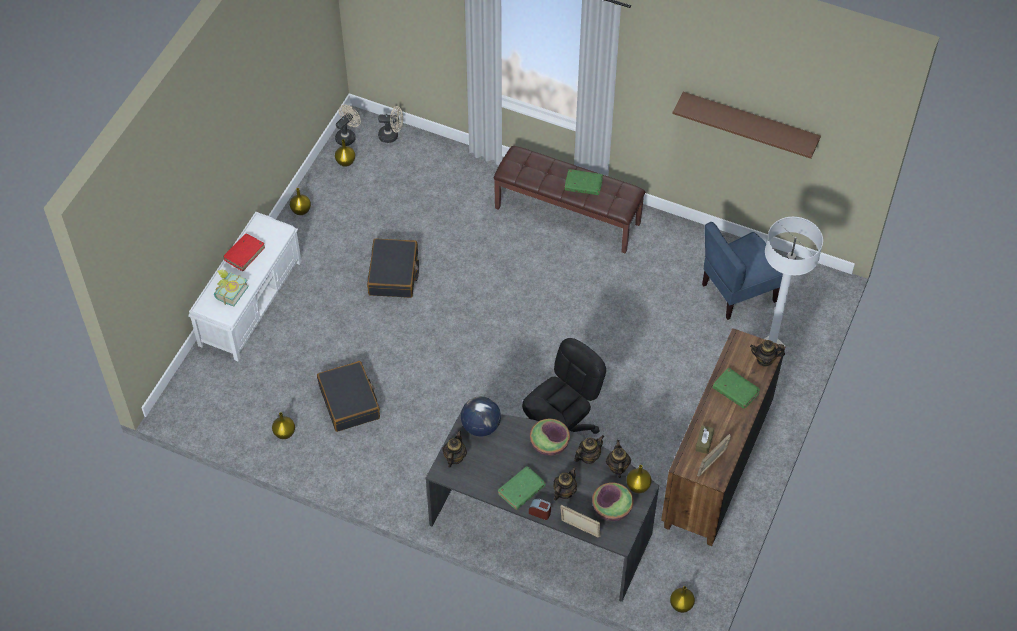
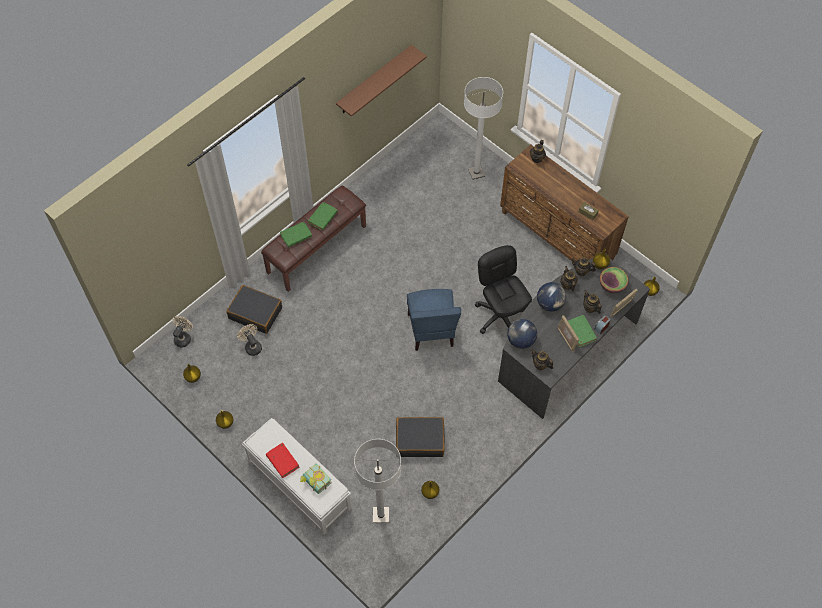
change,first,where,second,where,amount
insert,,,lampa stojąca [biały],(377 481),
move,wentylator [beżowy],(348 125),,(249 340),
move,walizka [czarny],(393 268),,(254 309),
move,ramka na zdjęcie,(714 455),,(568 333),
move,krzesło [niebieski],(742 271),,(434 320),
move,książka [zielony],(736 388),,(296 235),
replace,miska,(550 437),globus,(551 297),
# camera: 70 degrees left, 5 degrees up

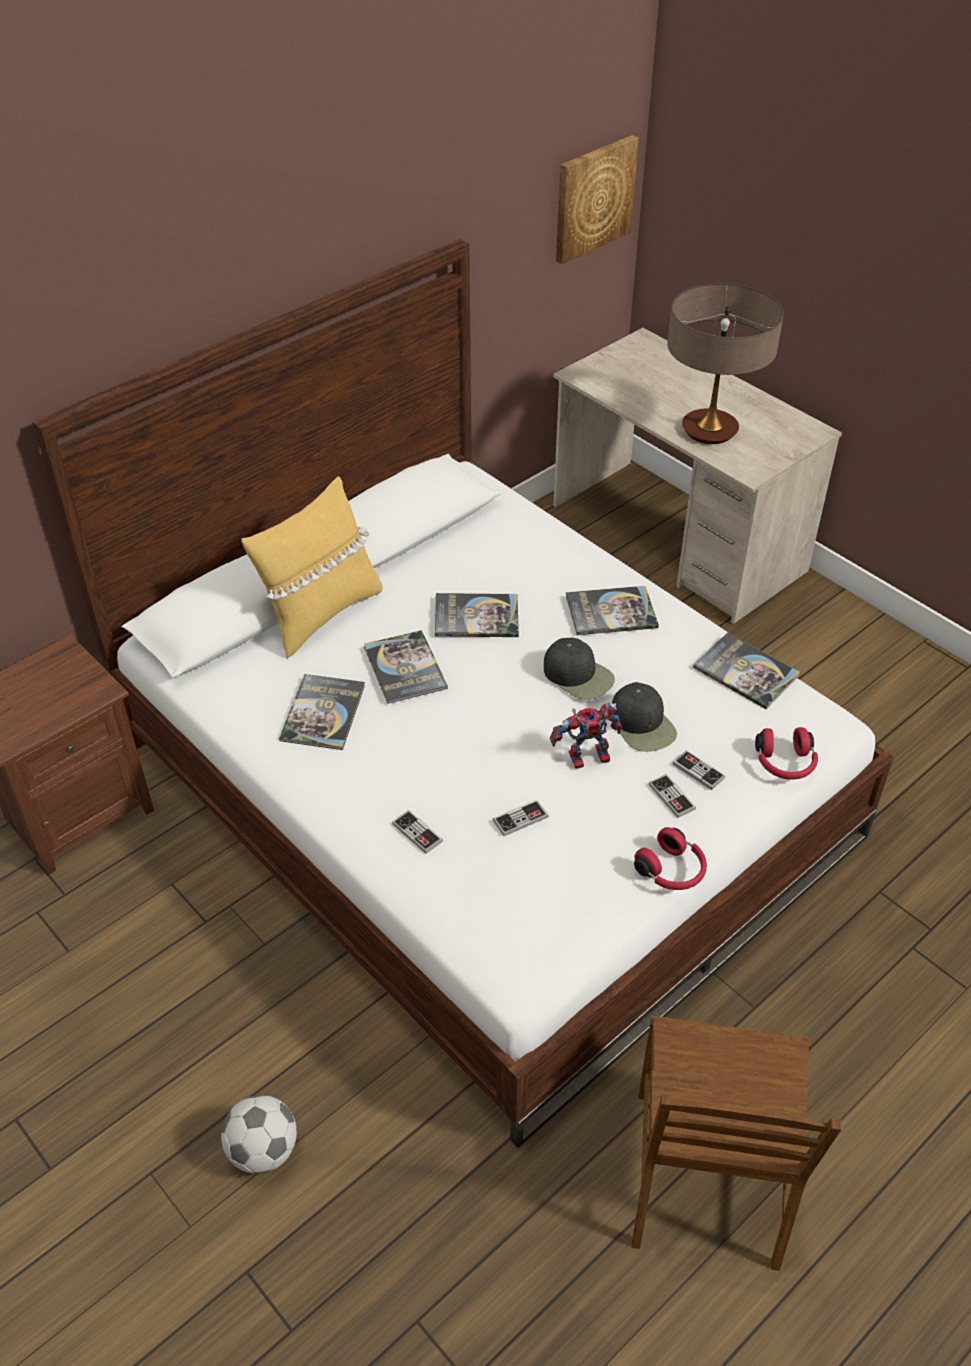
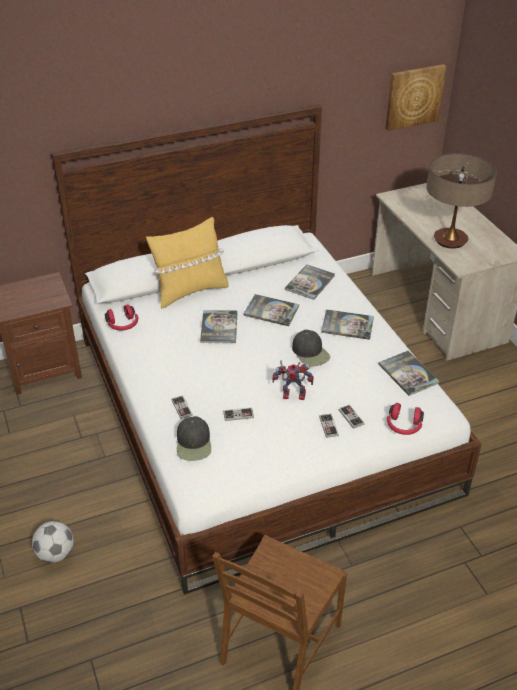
change,first,where,second,where,amount
move,książka,(322 712),,(310 282),
move,czapka z daszkiem [czarny],(644 717),,(194 438),
move,słuchawki [czerwony],(670 858),,(121 317),
# camera: 20 degrees right, 5 degrees down

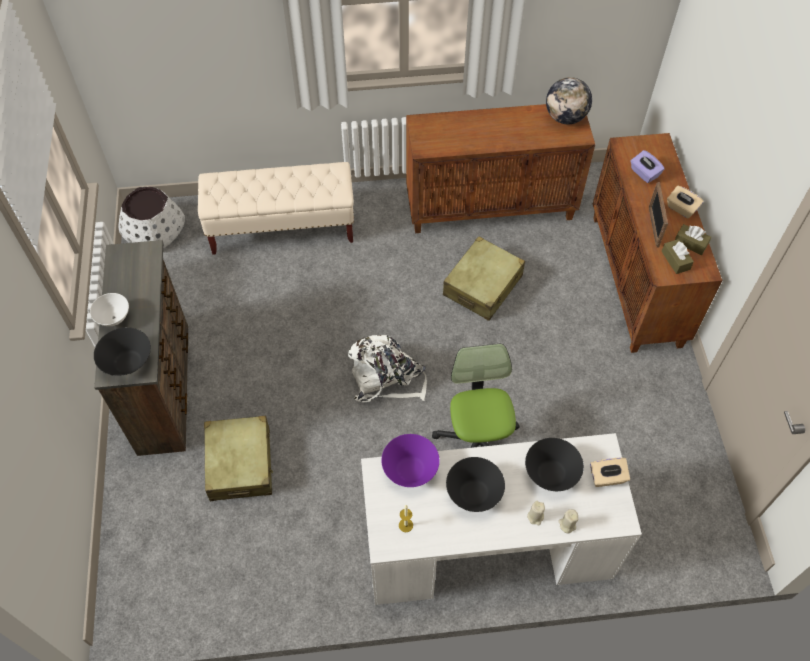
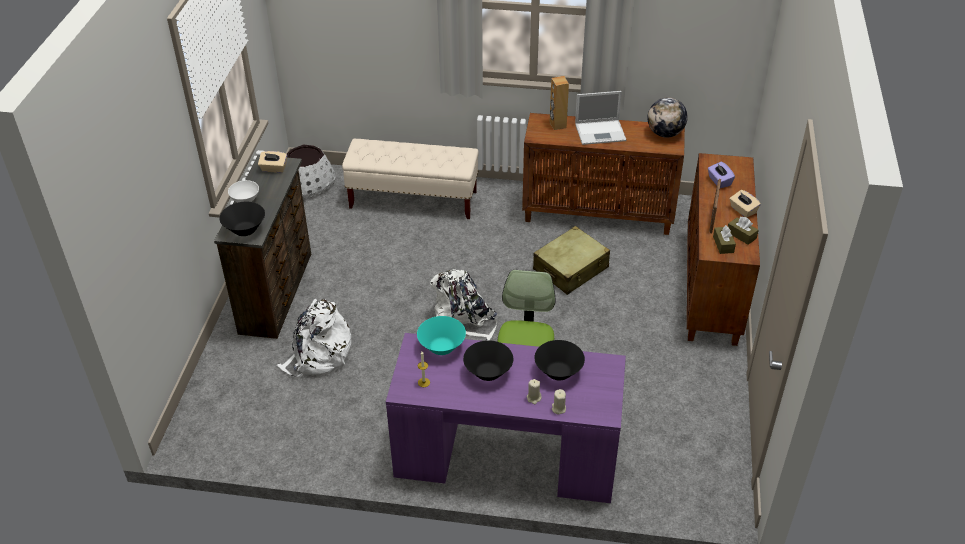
change,first,where,second,where,amount
insert,,,głośnik [brązowy],(559 103),
insert,,,laptop,(601 118),
move,pudełko chusteczek [beżowy],(610 472),,(272 162),
replace,walizka [beżowy],(238 458),plecak [biały],(314 338),
recolor,biurko [biały],(501 519),biurko [fioletowy],(506 418),
recolor,miska [fioletowy],(410 460),miska [turkusowy],(441 335),
# camera: 15 degrees right, 15 degrees down

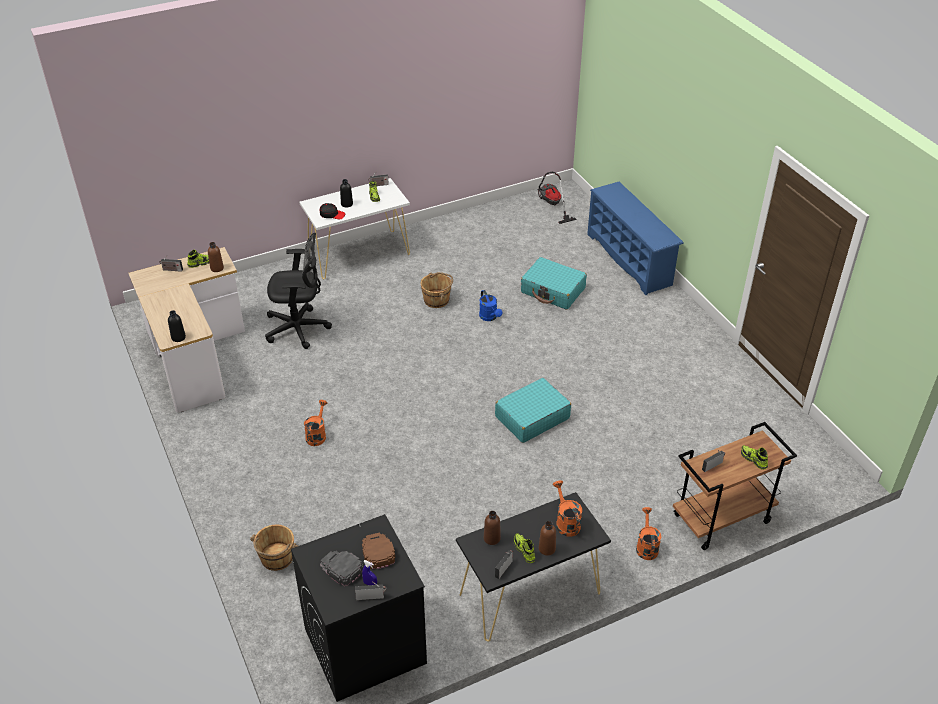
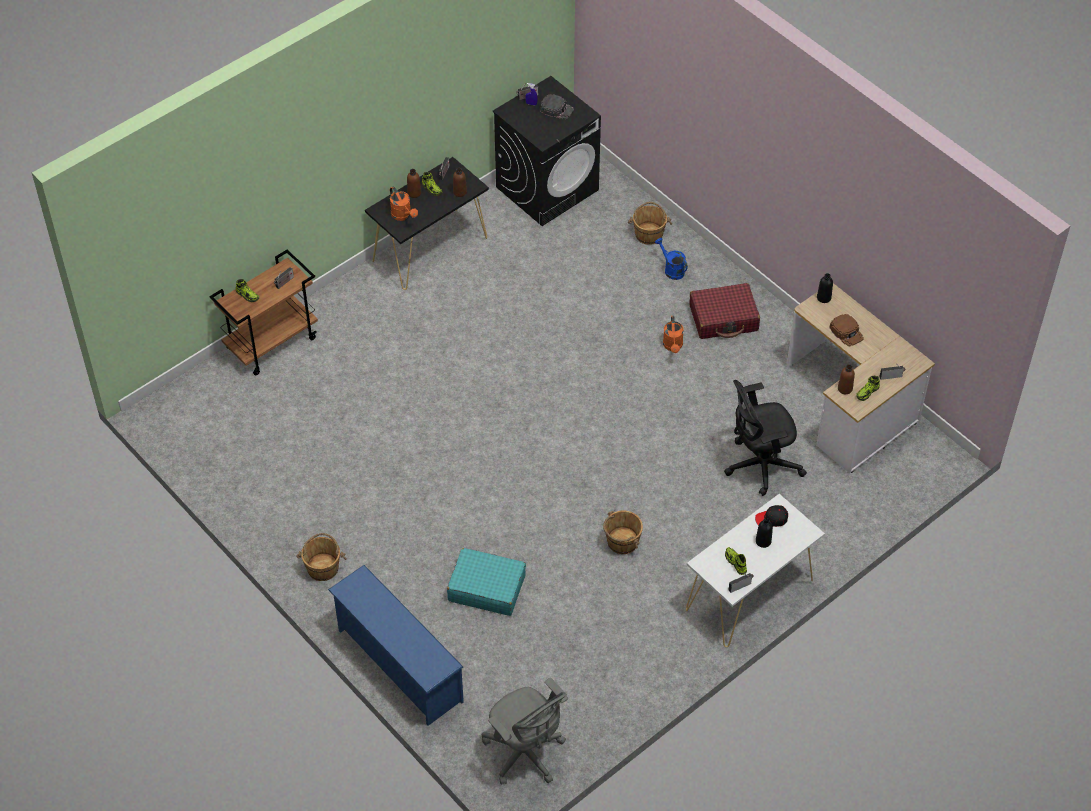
change,first,where,second,where,amount
delete,walizka [turkusowy],(533 410),,,
delete,konewka [pomarańczowy],(648 533),,,
insert,,,wiadro [brązowy],(321 557),
insert,,,walizka [czerwony],(724 311),
move,czapka z daszkiem [brązowy],(378 551),,(846 330),
move,konewka [niebieski],(490 305),,(671 259),
replace,odkurzacz,(557 198),krzesło biurowe [szary],(525 731),
# camera: 165 degrees right, 10 degrees up

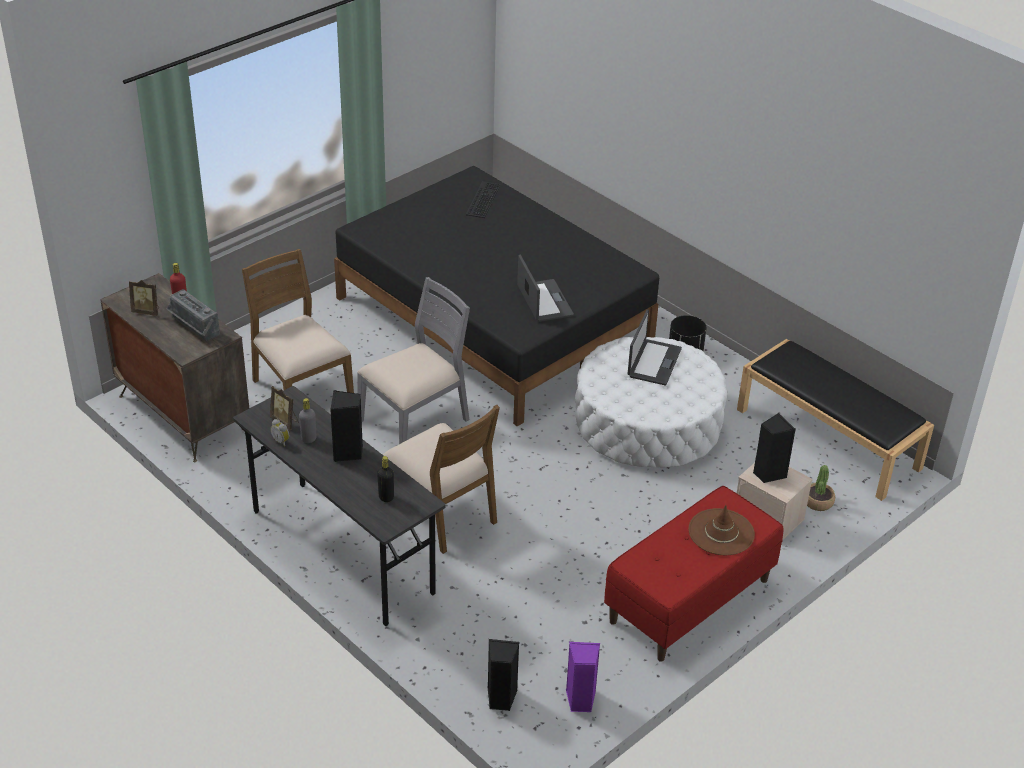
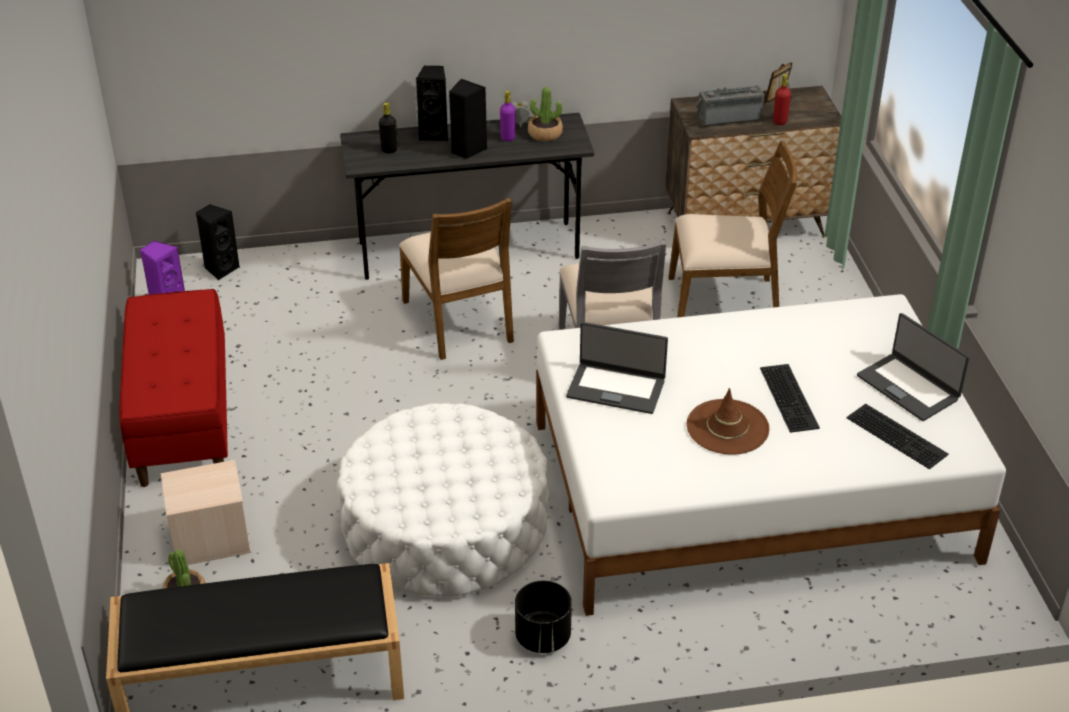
change,first,where,second,where,amount
insert,,,klawiatura,(790 398),
move,laptop,(655 347),,(913 367),
move,kapelusz [brązowy],(721 530),,(728 421),
move,głośnik [czarny],(774 448),,(431 103),
replace,ramka na zdjęcie,(284 408),roślina doniczkowa,(545 114),
recolor,butelka [szary],(308 420),butelka [fioletowy],(507 116),
recolor,łóżko [czarny],(496 296),łóżko [biały],(771 455),
rotate,krzesło [brązowy],(441 479),,(456 279),105 degrees counterclockwise
# camera: 125 degrees right, 0 degrees up

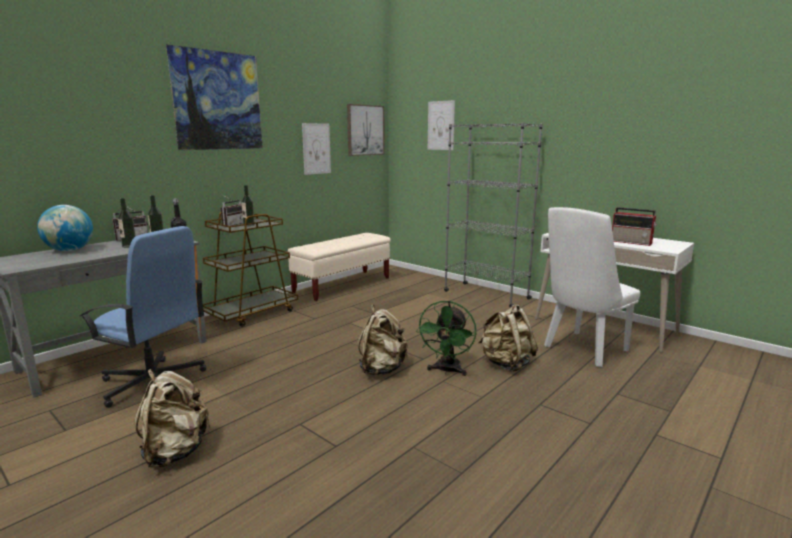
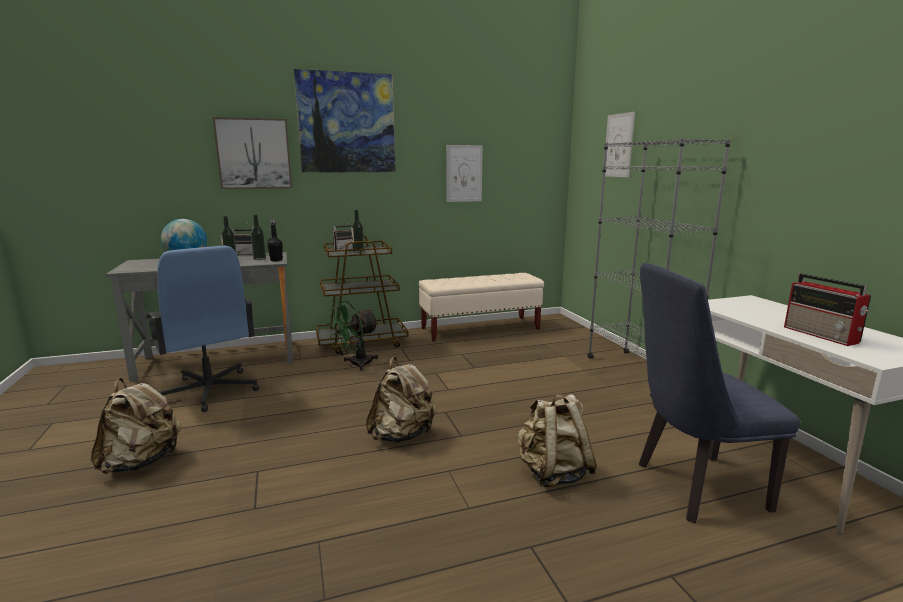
change,first,where,second,where,amount
move,obraz,(366 130),,(252 153),
move,wentylator [zielony],(446 338),,(352 336),
recolor,krzesło [biały],(592 287),krzesło [niebieski],(719 393),
# camera: 30 degrees right, 0 degrees up

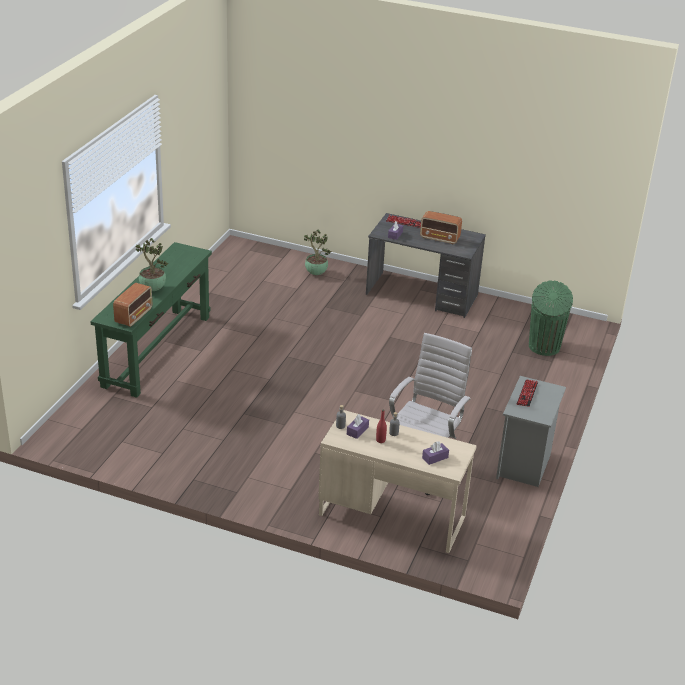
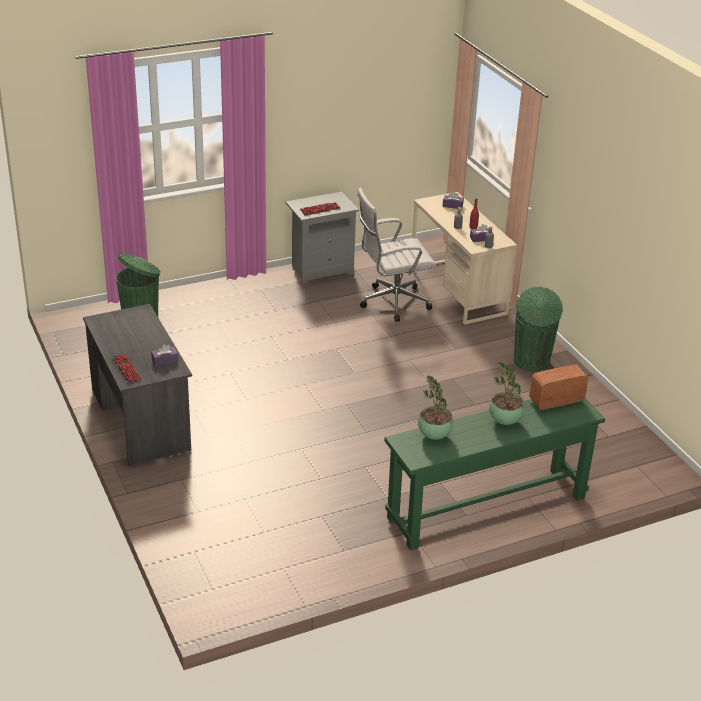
change,first,where,second,where,amount
delete,radio,(441 227),,,
insert,,,kosz na śmieci [zielony],(538 329),
move,roślina doniczkowa,(317 252),,(435 408),
# camera: 135 degrees left, 0 degrees up

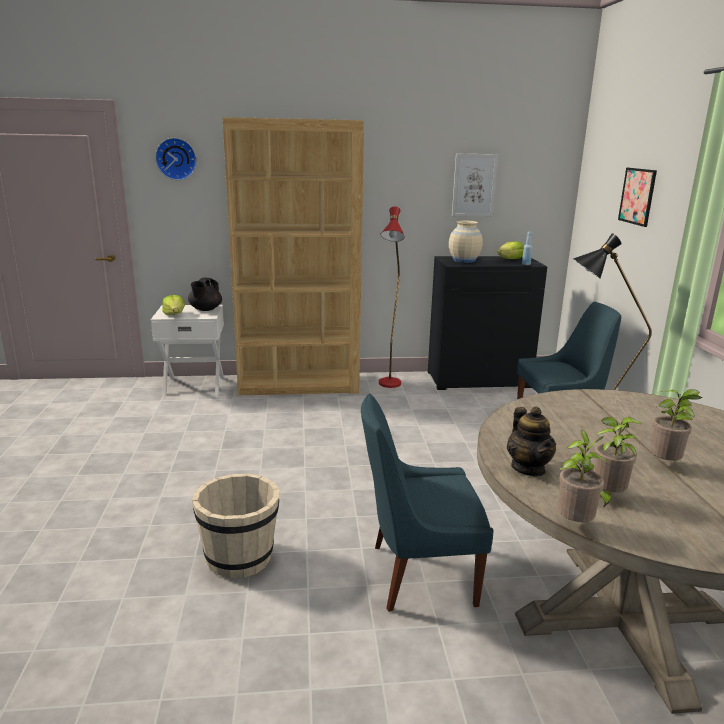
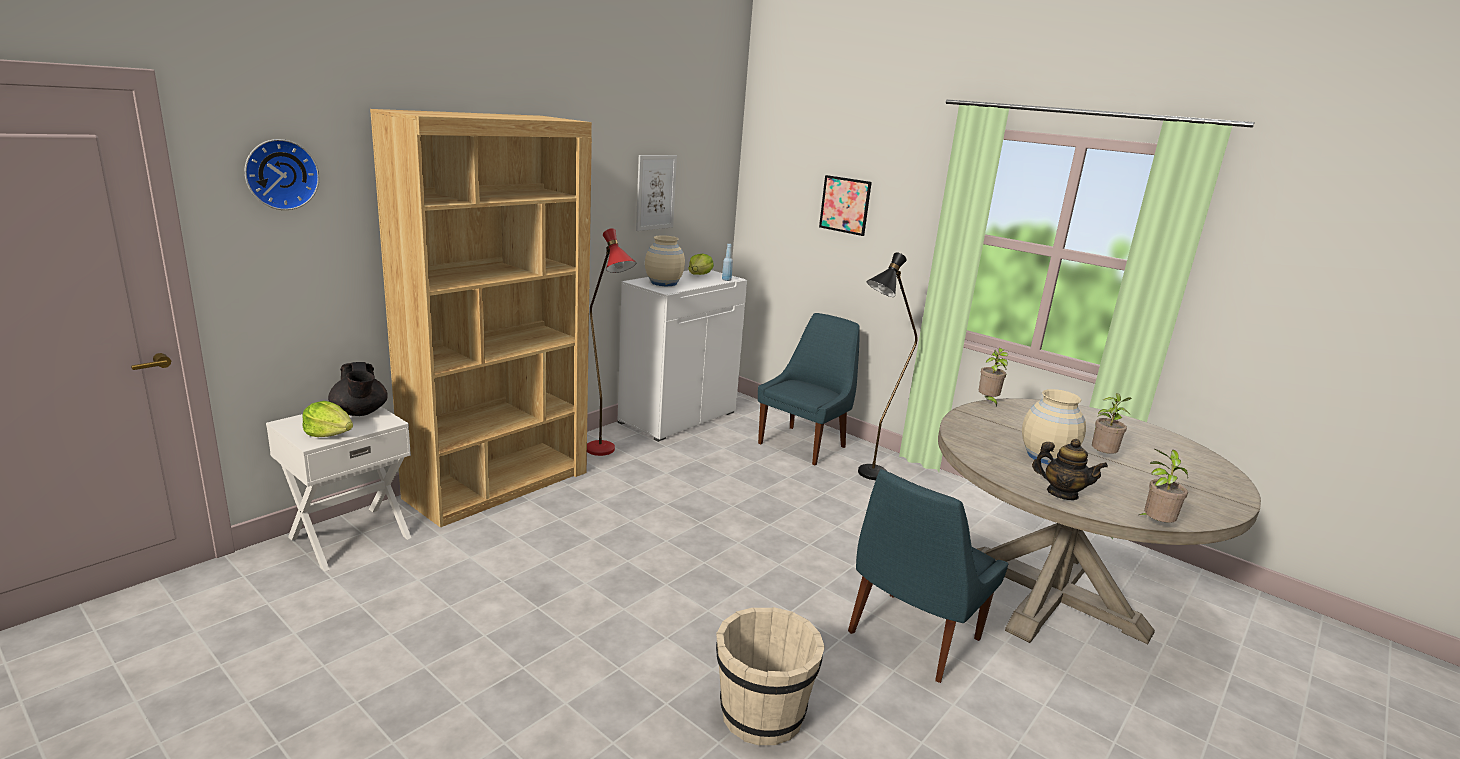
change,first,where,second,where,amount
insert,,,wazon [beżowy],(1054 426),
move,roślina doniczkowa,(617 462),,(993 377),
recolor,szafka [czarny],(487 323),szafka [biały],(682 356),
# camera: 45 degrees left, 0 degrees up

